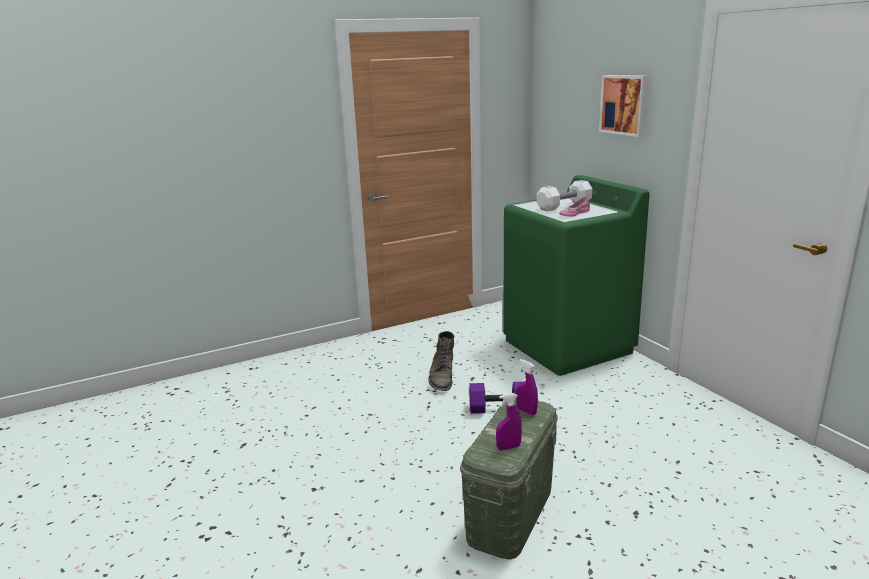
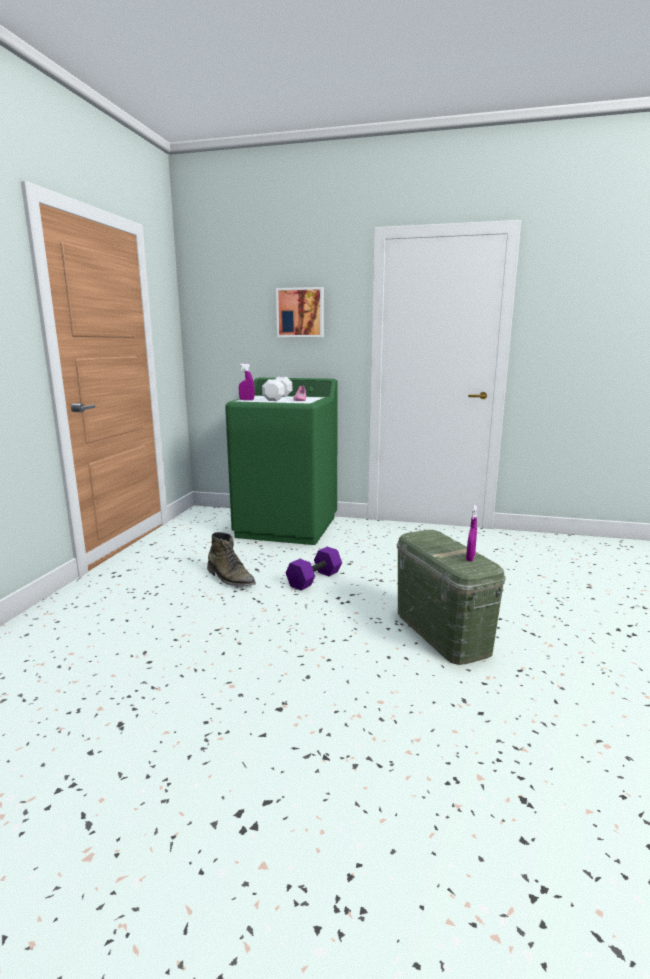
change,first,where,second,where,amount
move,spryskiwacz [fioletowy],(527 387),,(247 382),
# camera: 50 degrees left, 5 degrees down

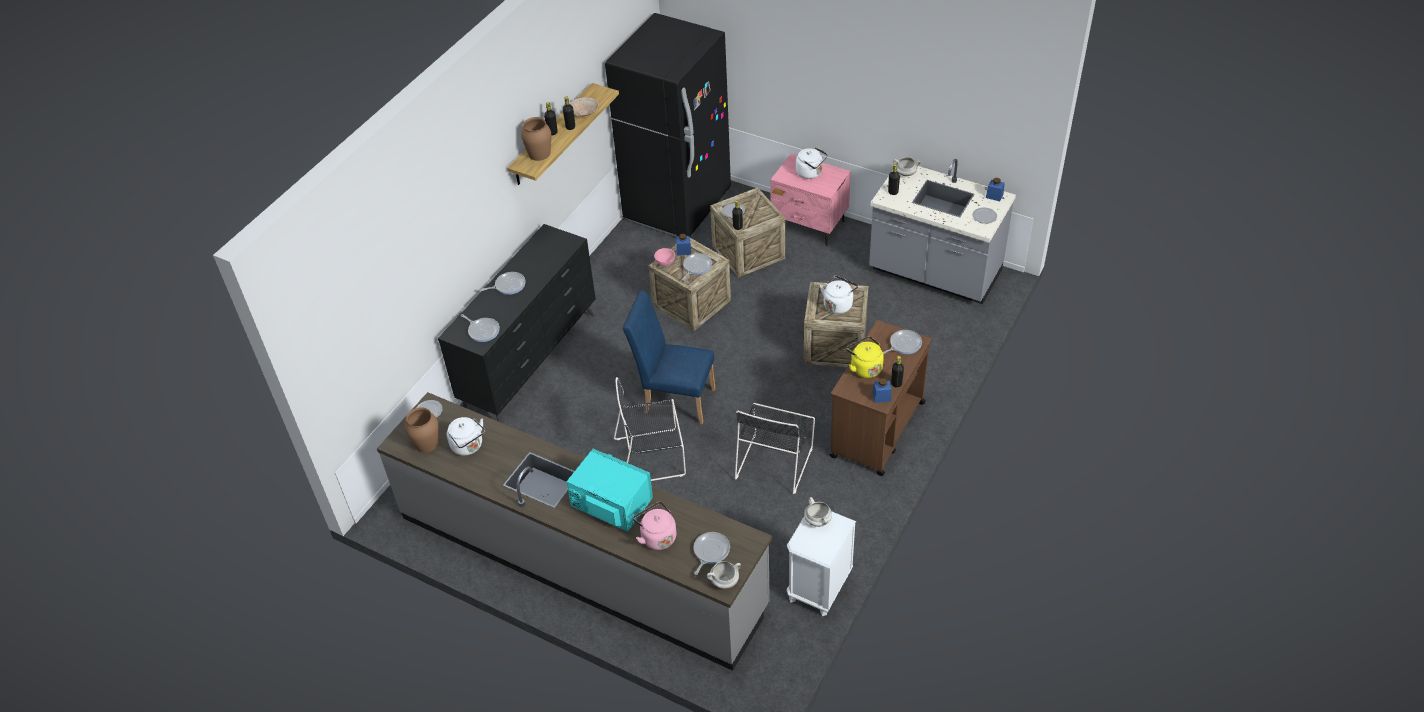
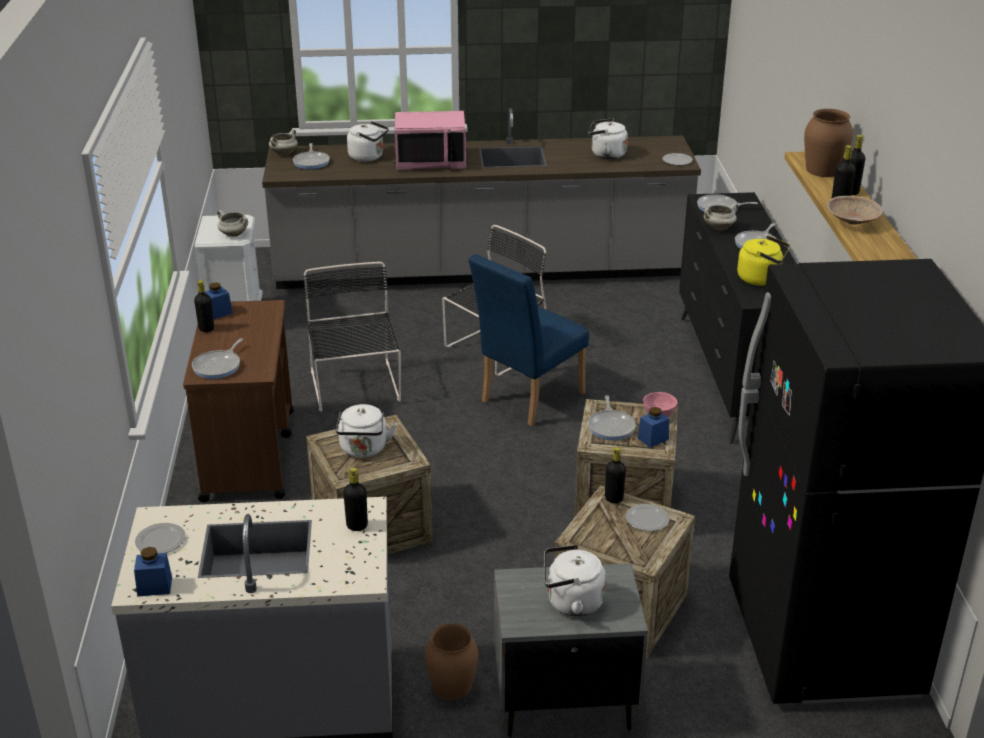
change,first,where,second,where,amount
move,wazon [brązowy],(422 430),,(451 662),
move,czajnik [żółty],(865 357),,(763 261),
move,garnek [biały],(906 166),,(721 217),
recolor,mikrofalówka [turkusowy],(609 490),mikrofalówka [różowy],(430 140),
recolor,czajnik [różowy],(654 526),czajnik [biały],(368 141),
recolor,szafka nocna [różowy],(810 199),szafka nocna [szary],(571 650),
rotate,krzesło [niebieski],(669 358),,(528 340),150 degrees clockwise
# camera: 145 degrees right, 15 degrees down

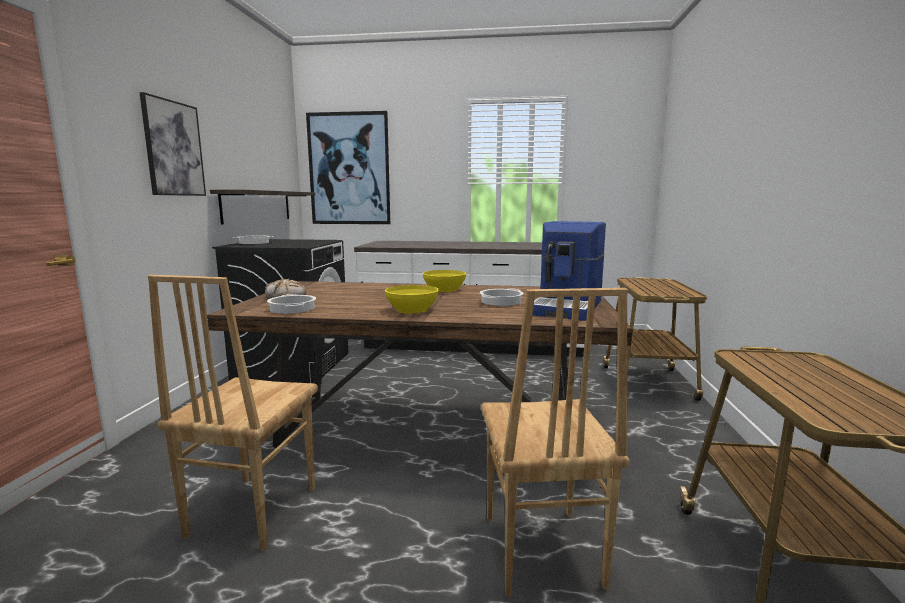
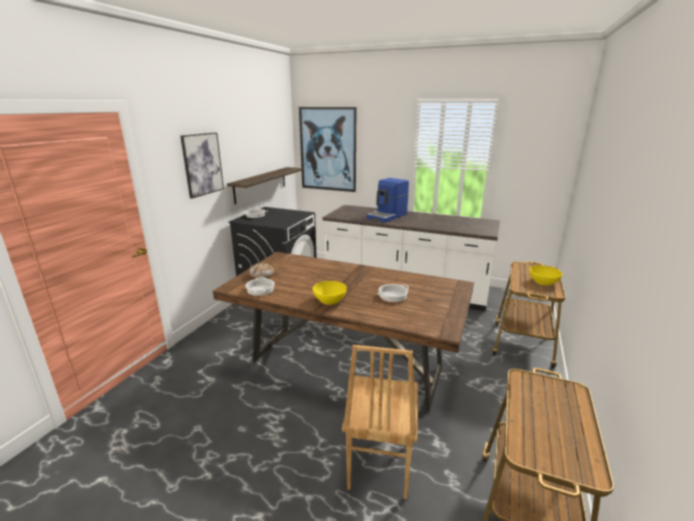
change,first,where,second,where,amount
delete,krzesło [brązowy],(233 413),,,
move,miska [żółty],(444 281),,(546 276),
move,ekspres do kawy,(569 271),,(388 200),
# camera: 15 degrees right, 10 degrees up

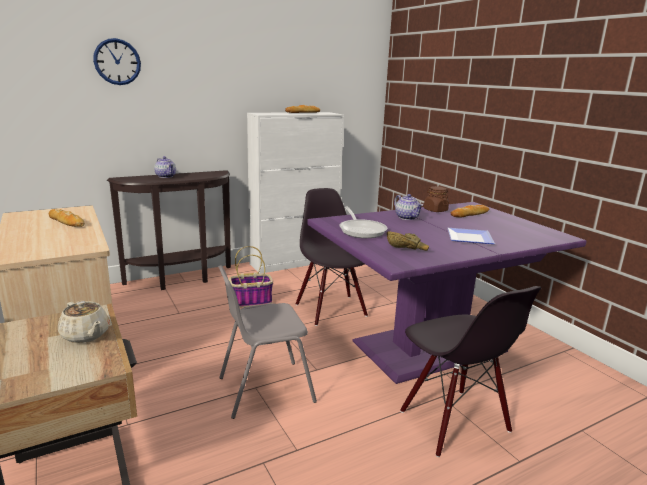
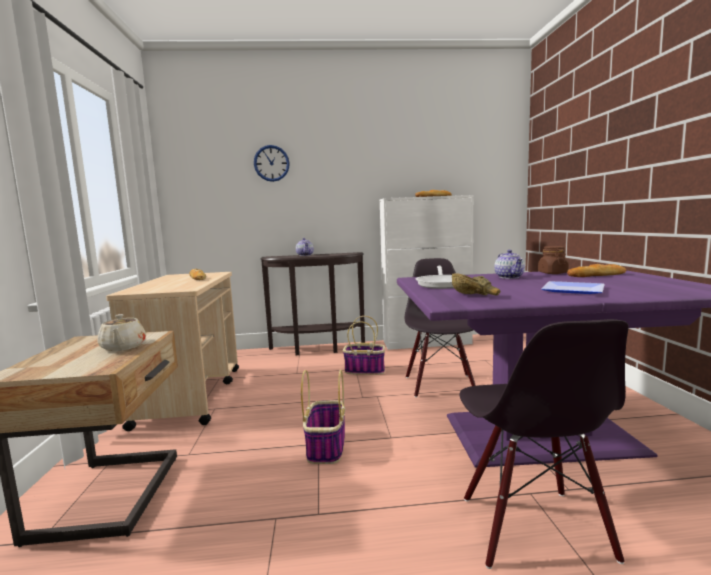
change,first,where,second,where,amount
replace,krzesło [szary],(267 342),koszyk,(323 417),
# camera: 25 degrees right, 10 degrees down

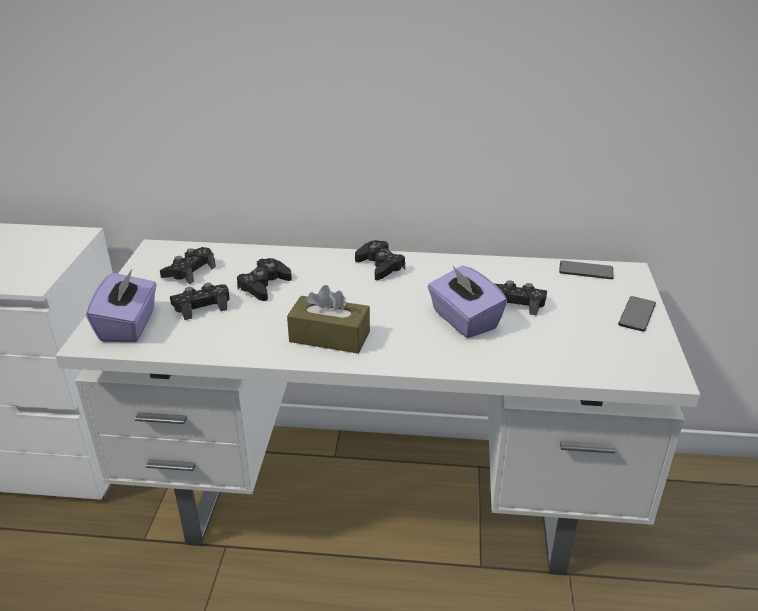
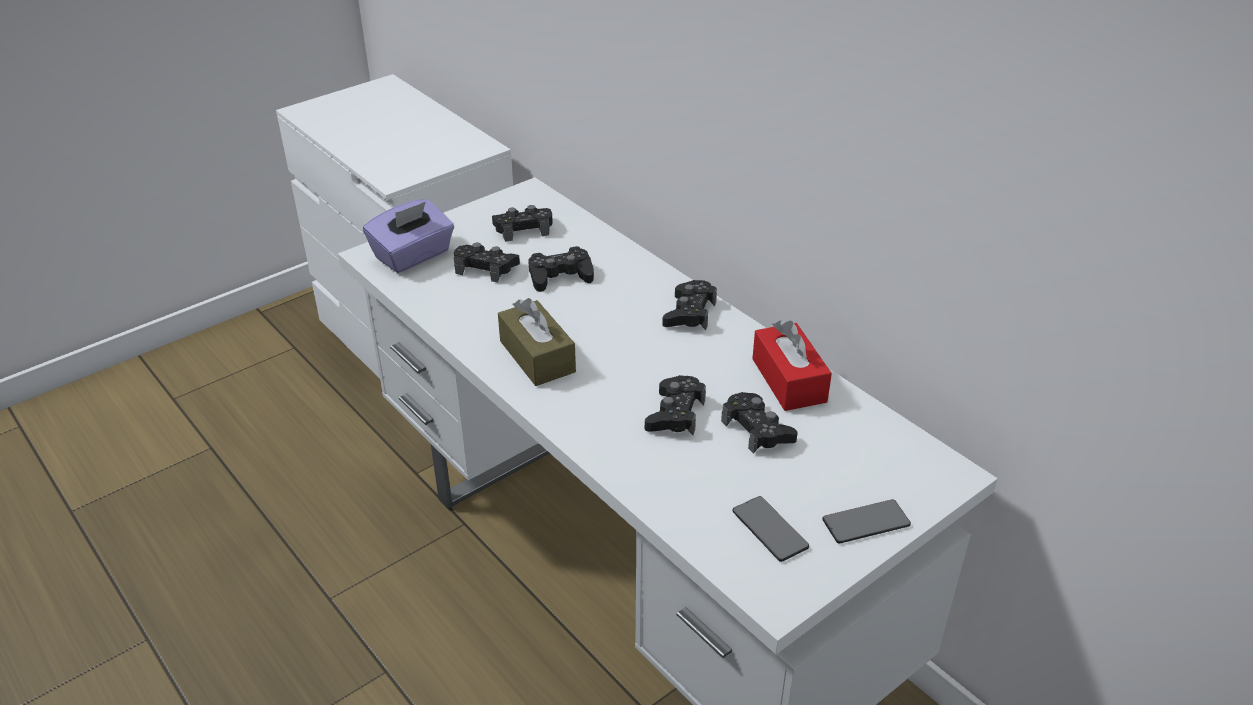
change,first,where,second,where,amount
insert,,,pudełko chusteczek [czerwony],(792 366),
move,telefon,(586 269),,(770 529),
replace,pudełko chusteczek [fioletowy],(467 302),pad do gier [czarny],(675 405),
# camera: 45 degrees right, 5 degrees up

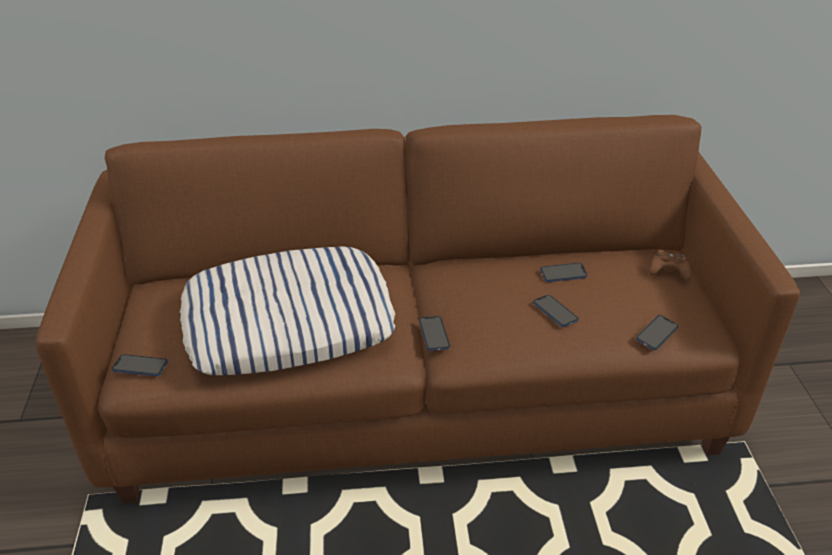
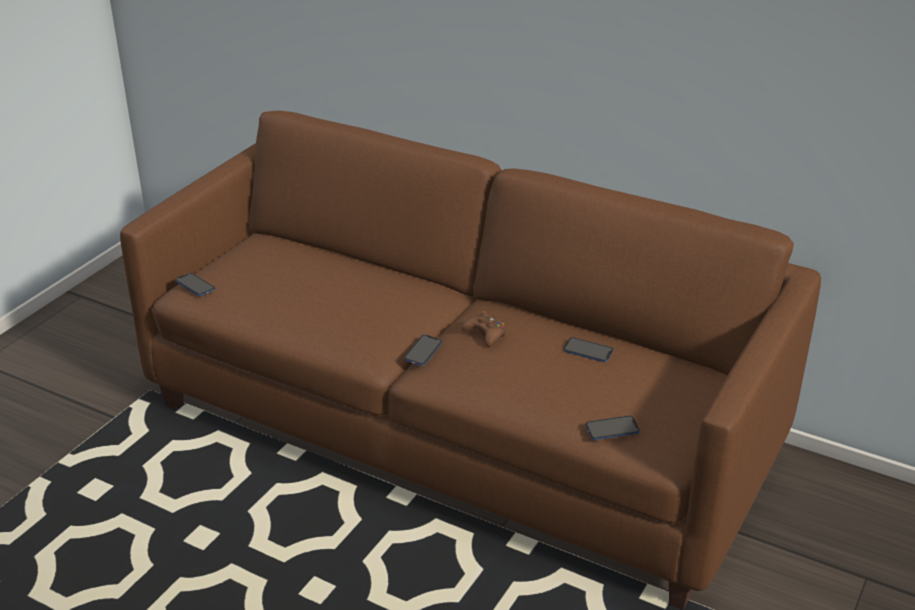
change,first,where,second,where,amount
delete,poduszka,(287 310),,,
delete,telefon,(556 311),,,
move,pad do gier [brązowy],(670 265),,(484 329),
# camera: 35 degrees right, 5 degrees down

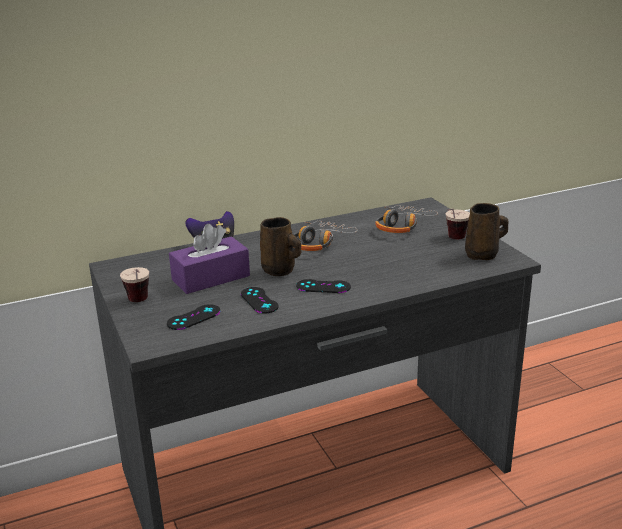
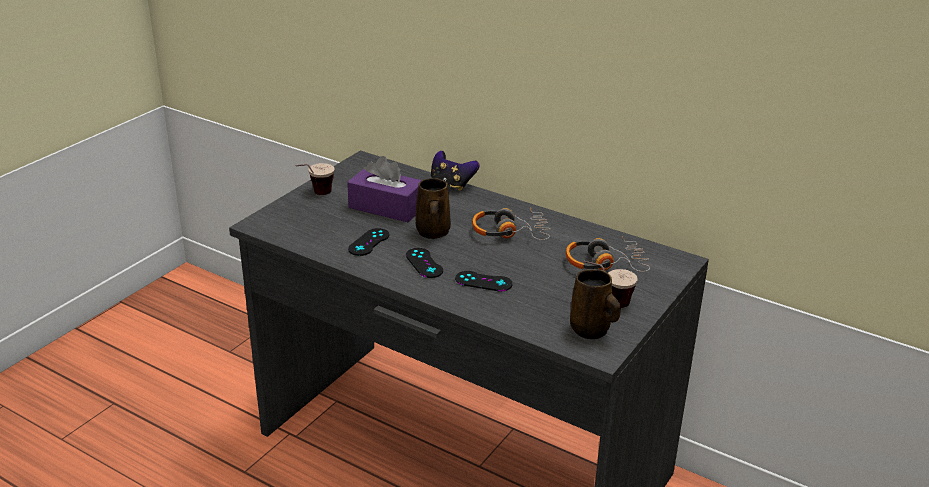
change,first,where,second,where,amount
move,pad do gier [czarny],(193 317),,(484 281),
# camera: 55 degrees right, 5 degrees up

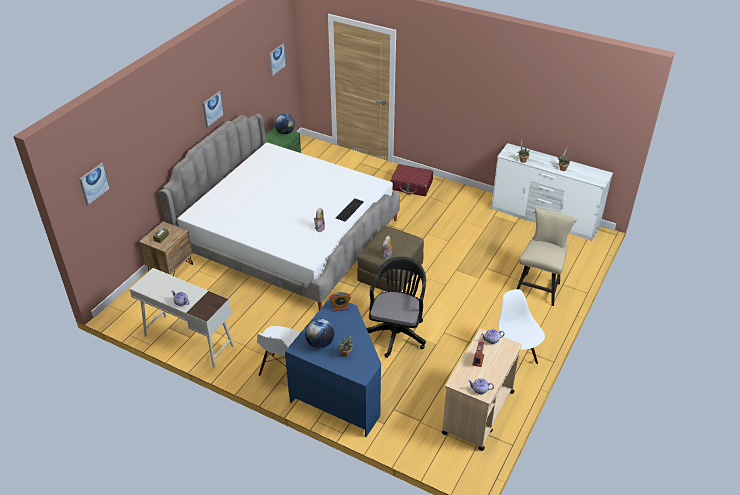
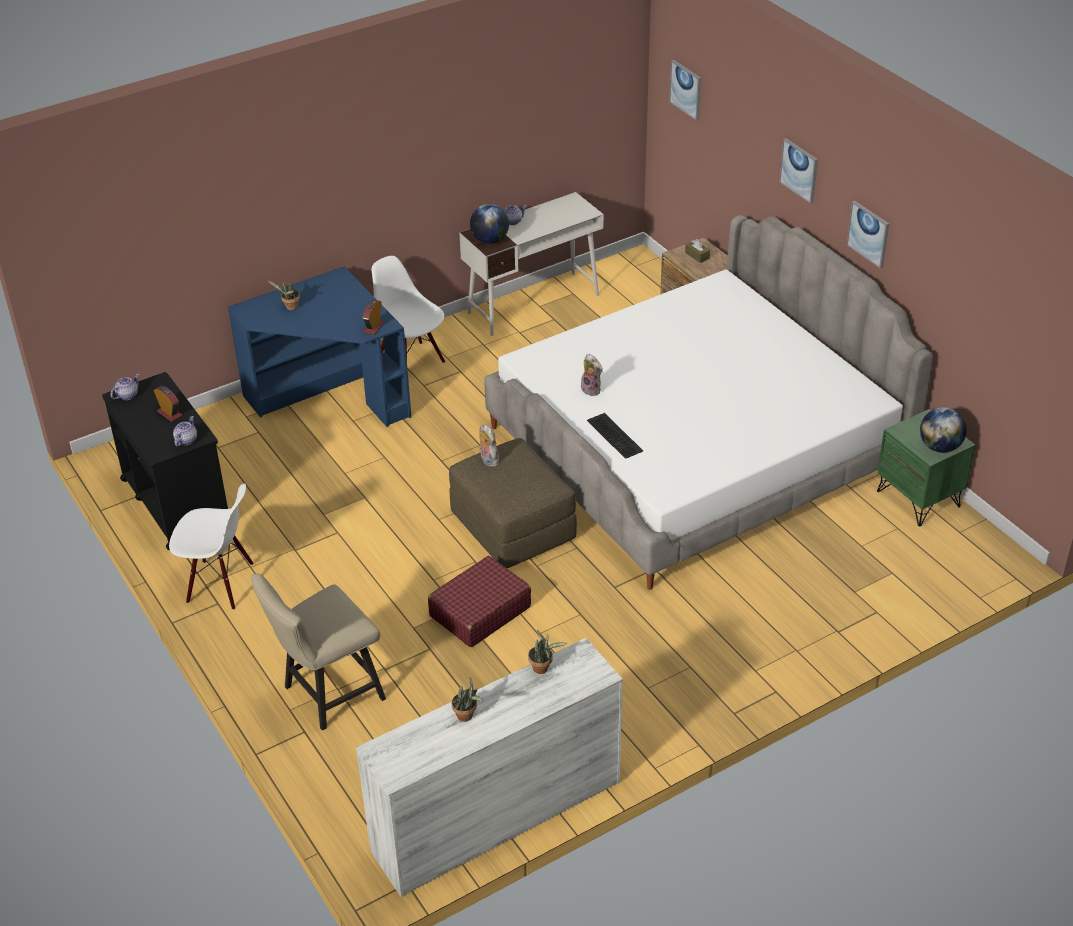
change,first,where,second,where,amount
delete,krzesło biurowe [czarny],(396 307),,,
move,obraz,(277 59),,(798 171),
move,globus,(319 333),,(489 224),
move,walizka [czerwony],(412 180),,(479 601),
recolor,wózek [beżowy],(482 390),wózek [czarny],(165 461),
rotate,krzesło [beżowy],(546 257),,(318 651),90 degrees clockwise
# camera: 120 degrees right, 0 degrees up

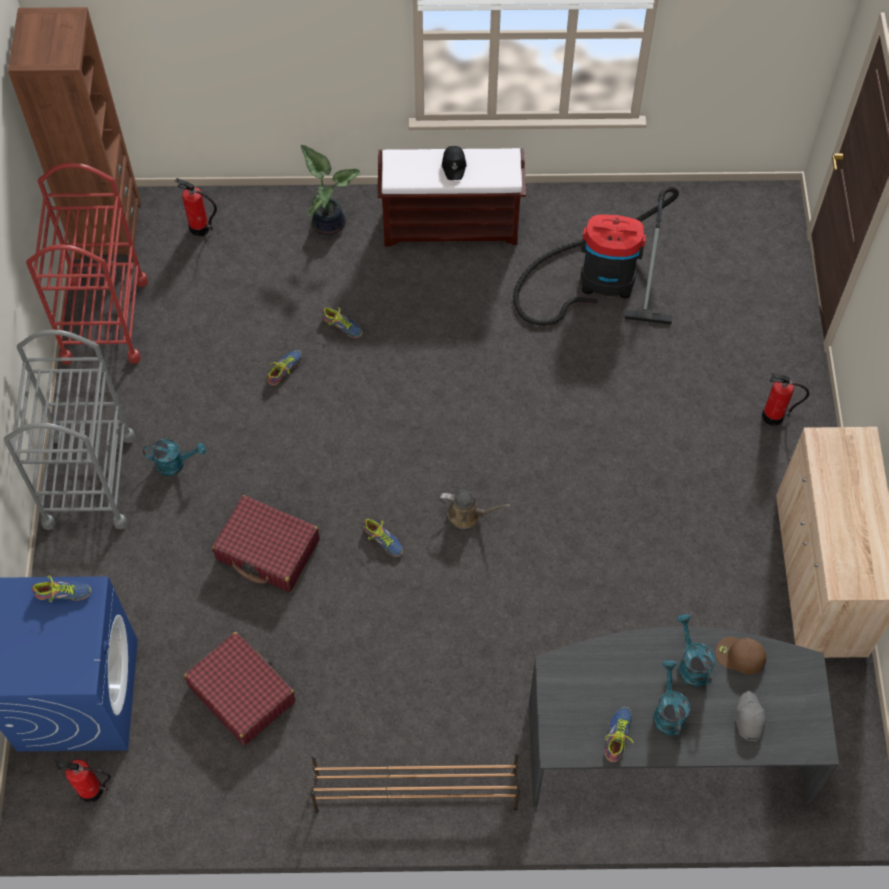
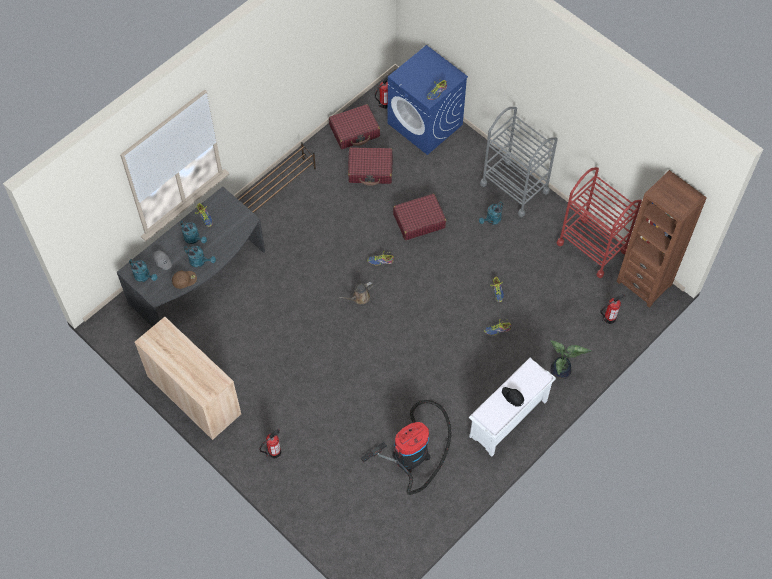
change,first,where,second,where,amount
insert,,,konewka [turkusowy],(143 270),
insert,,,walizka [czerwony],(354 126),
recolor,ławka [brązowy],(452 197),ławka [biały],(512 407),
# camera: 135 degrees right, 0 degrees up

